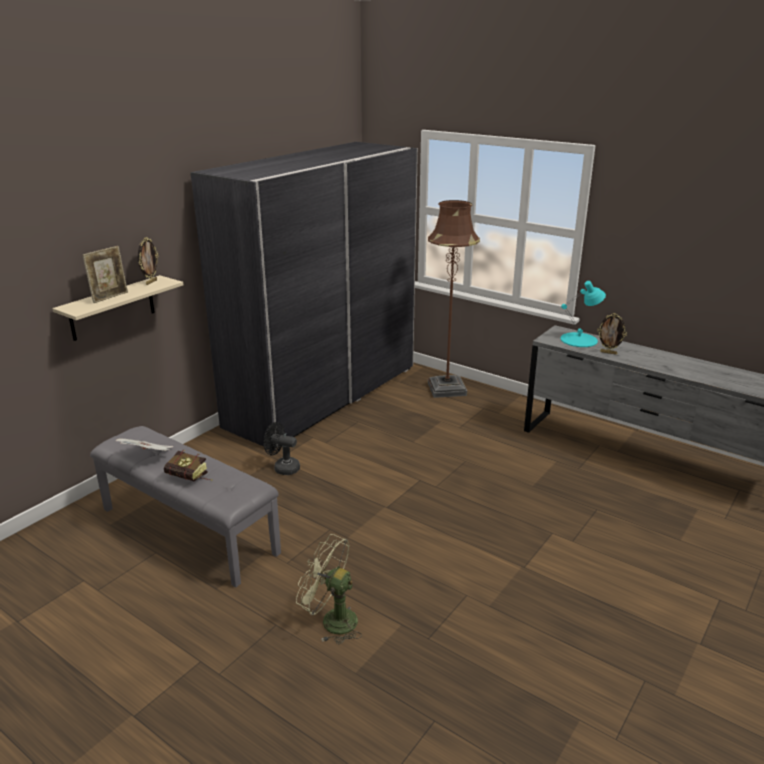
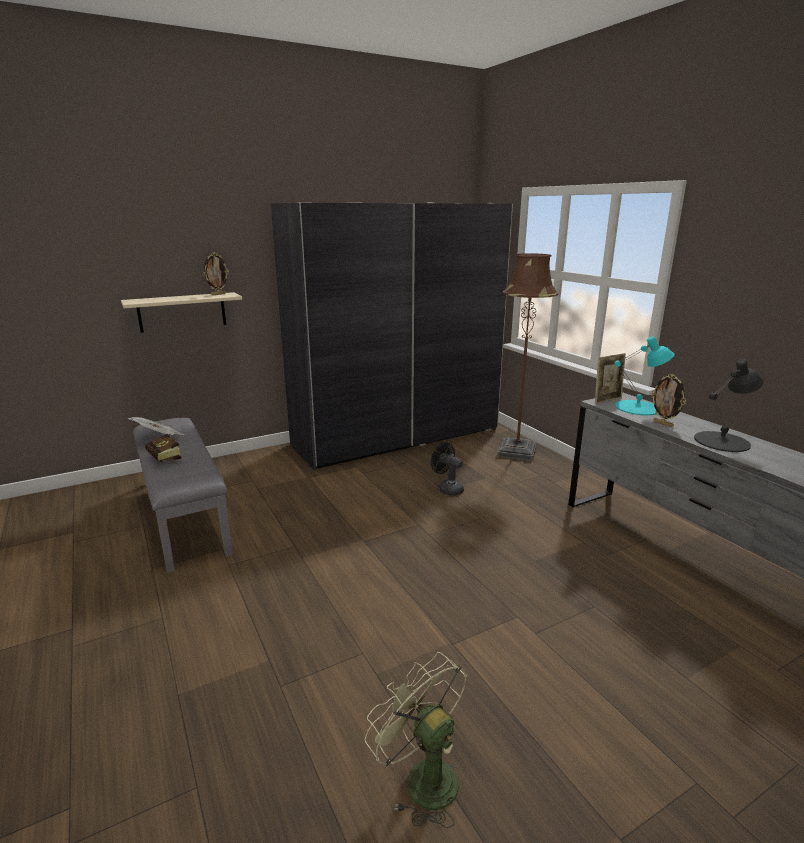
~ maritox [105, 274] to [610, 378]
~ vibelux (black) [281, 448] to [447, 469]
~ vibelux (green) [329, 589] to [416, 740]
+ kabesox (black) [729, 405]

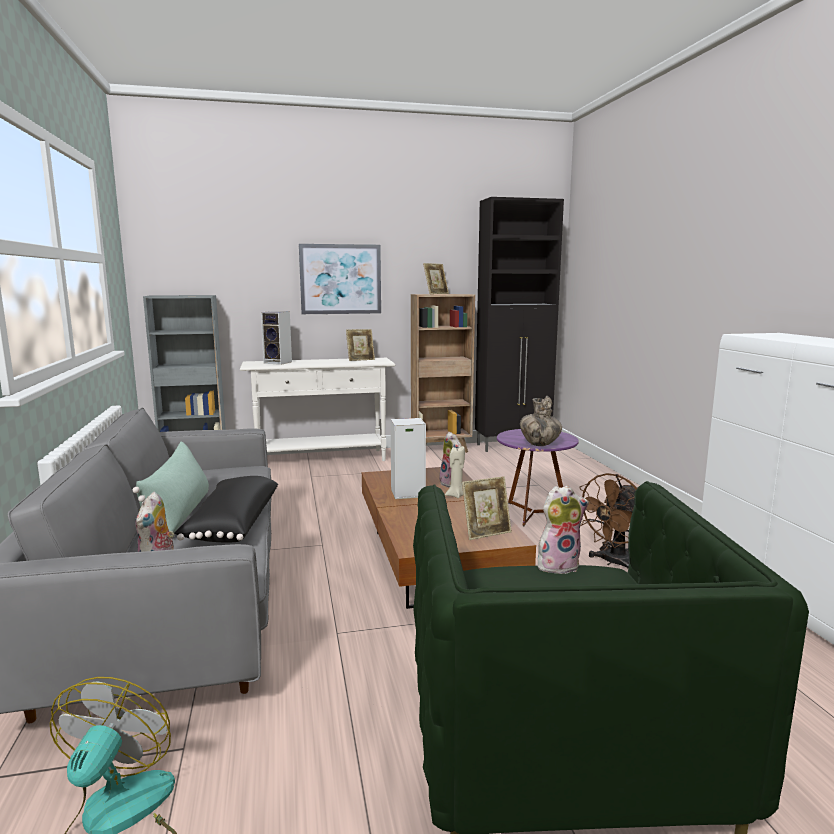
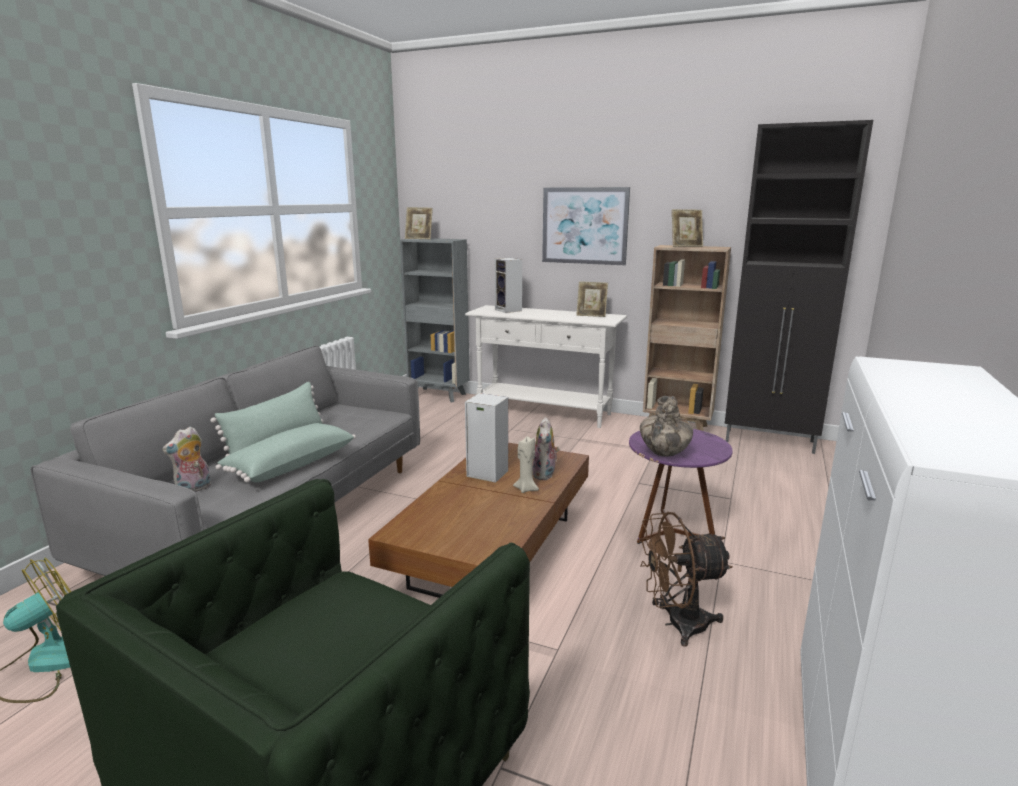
~ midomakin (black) [226, 509] to midomakin (green) [286, 453]
~ maritox [487, 508] to [419, 223]
- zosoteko [563, 530]

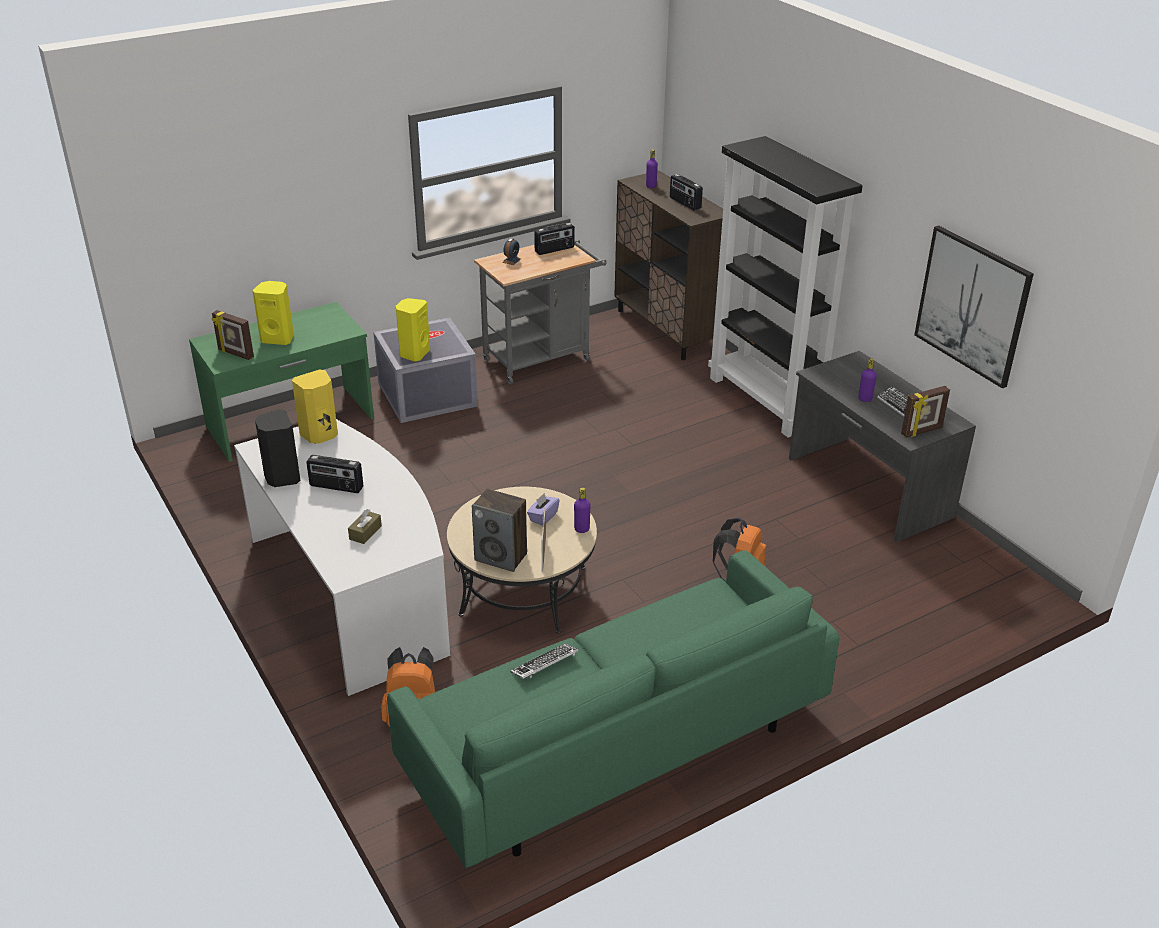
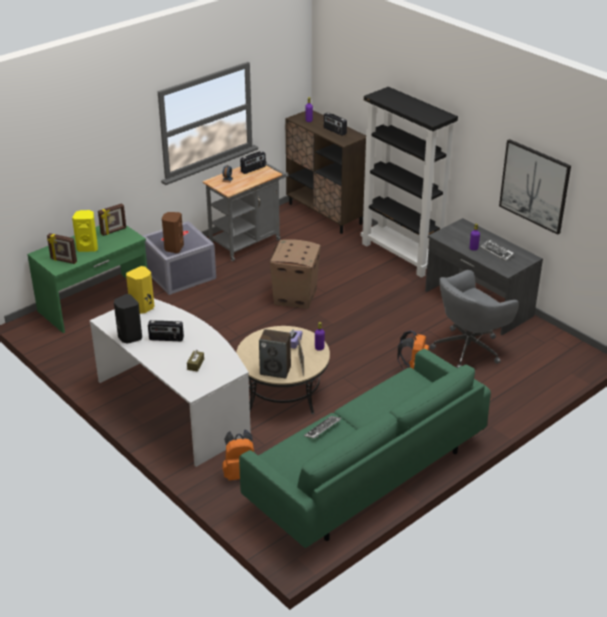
~ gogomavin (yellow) [413, 329] to gogomavin (brown) [173, 232]
~ maritox [925, 412] to [112, 219]
+ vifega [295, 274]
+ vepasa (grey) [474, 319]

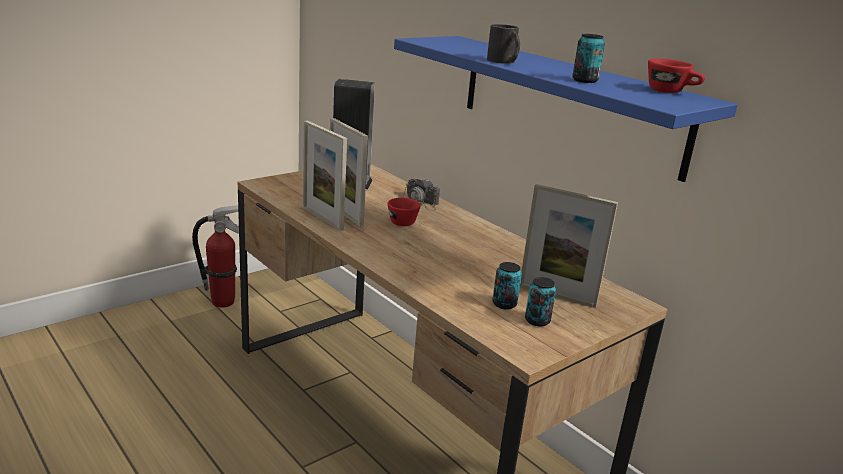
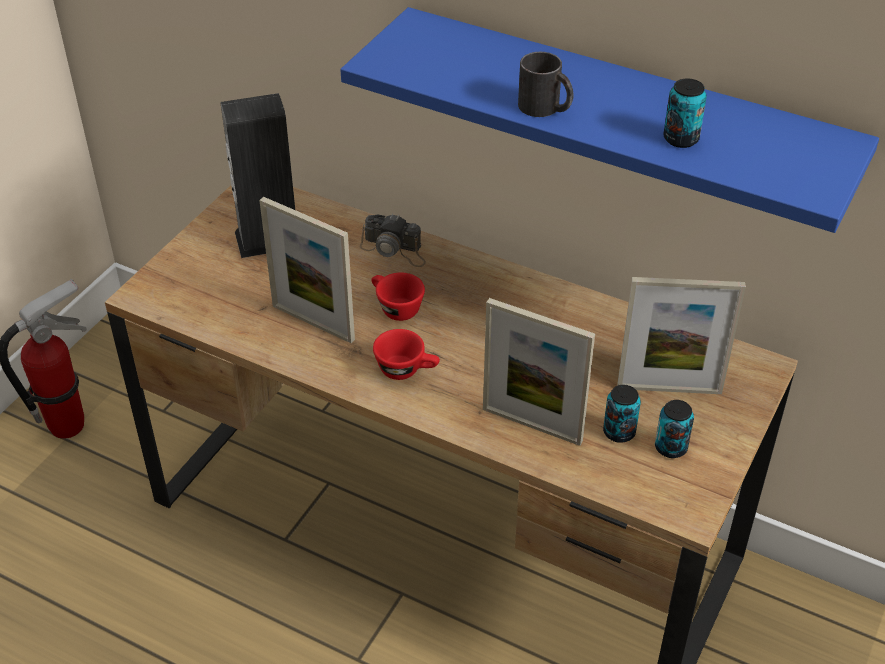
~ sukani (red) [676, 76] to [406, 354]
~ maritox [325, 176] to [539, 372]

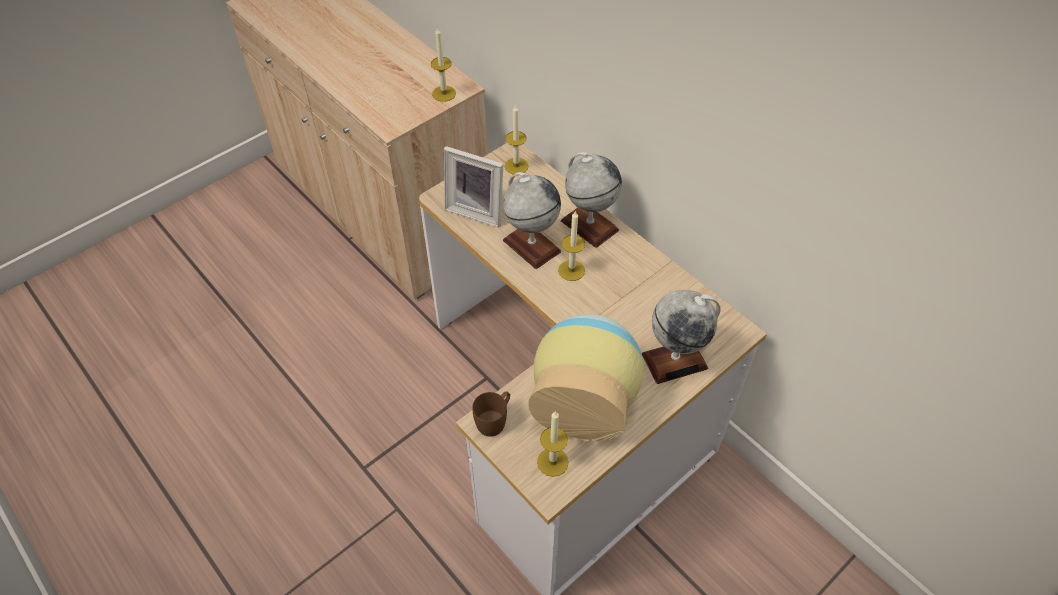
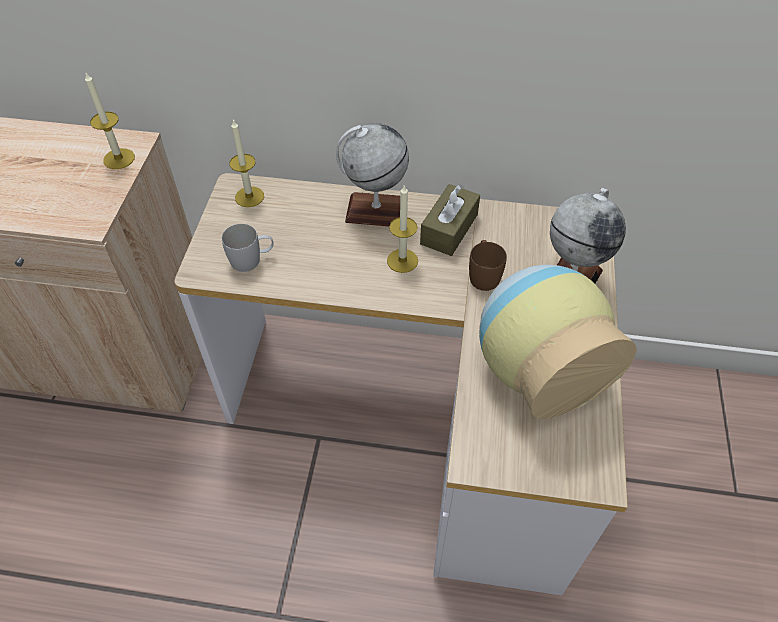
~ maritox [473, 186] to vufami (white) [248, 248]
- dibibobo [532, 220]
~ vufami (brown) [491, 413] to [488, 265]
- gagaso [553, 444]
+ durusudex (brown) [450, 220]

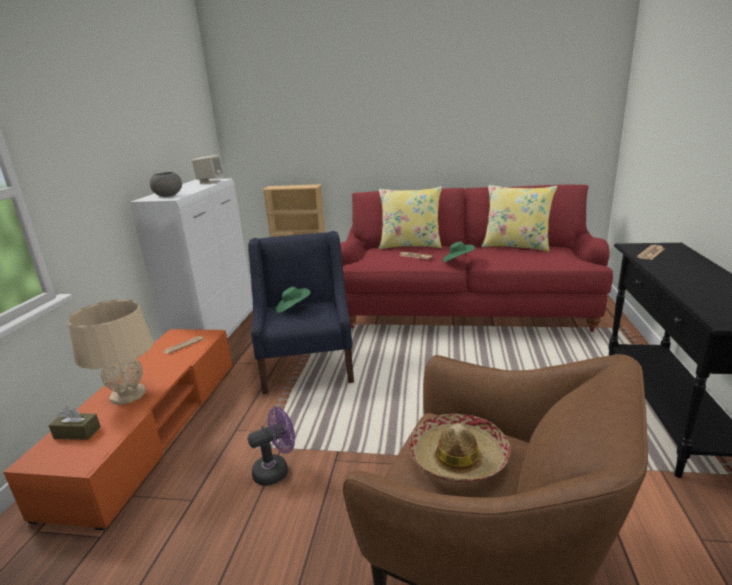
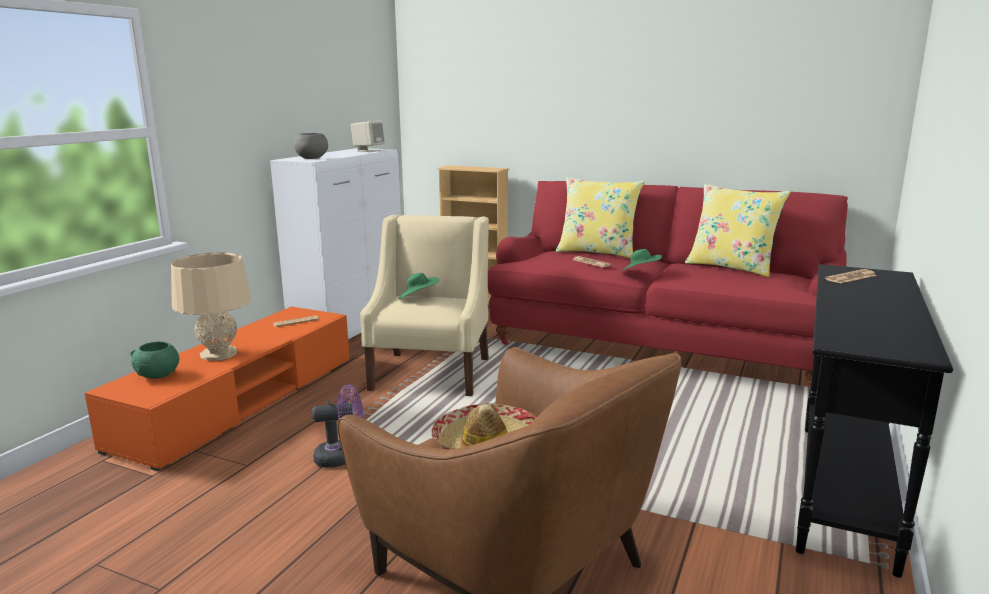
~ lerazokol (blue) [301, 312] to lerazokol (beige) [424, 305]
~ durusudex (brown) [74, 423] to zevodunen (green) [154, 360]

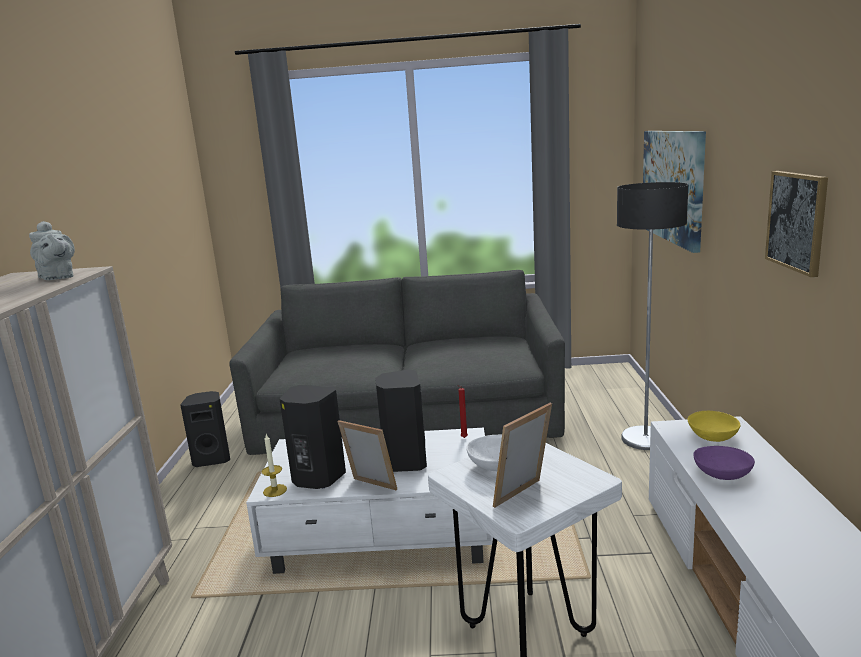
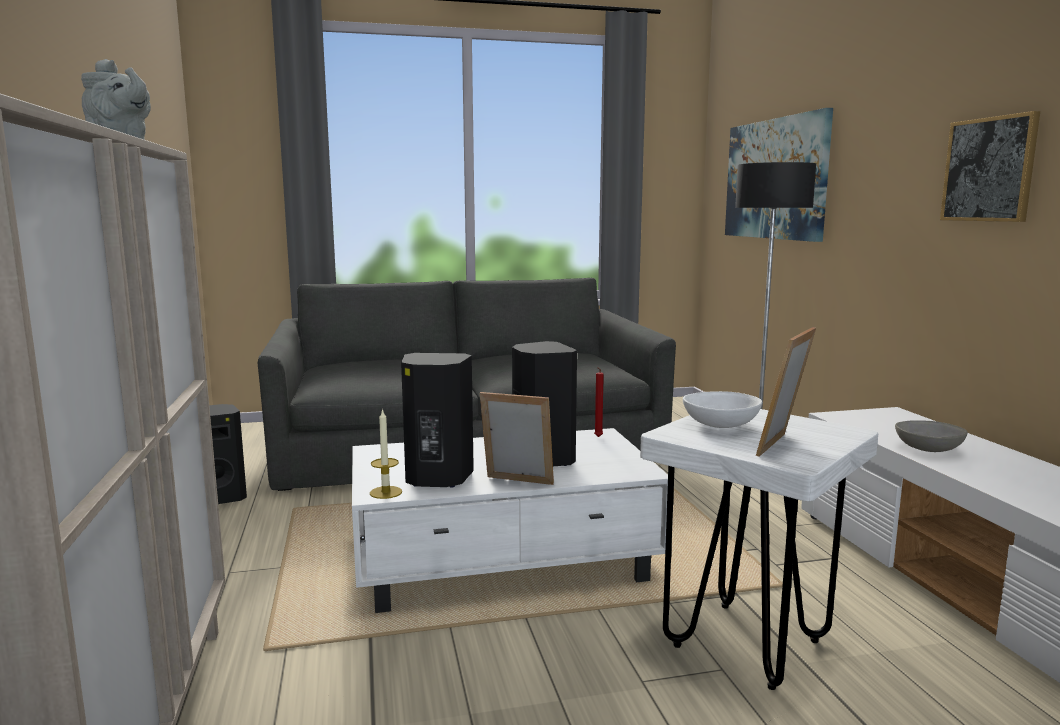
- zevodunen (yellow) [714, 426]
~ zevodunen (purple) [724, 463] to zevodunen (grey) [931, 436]

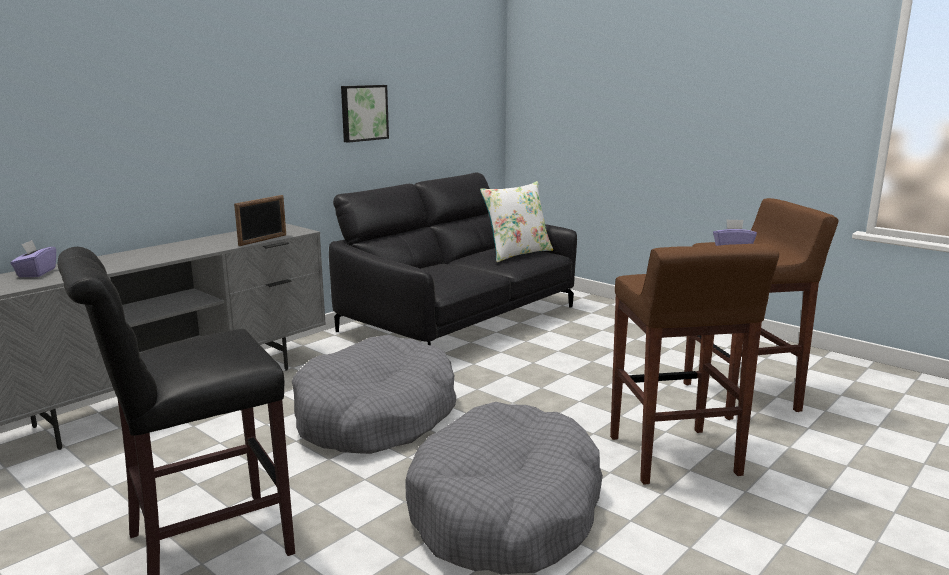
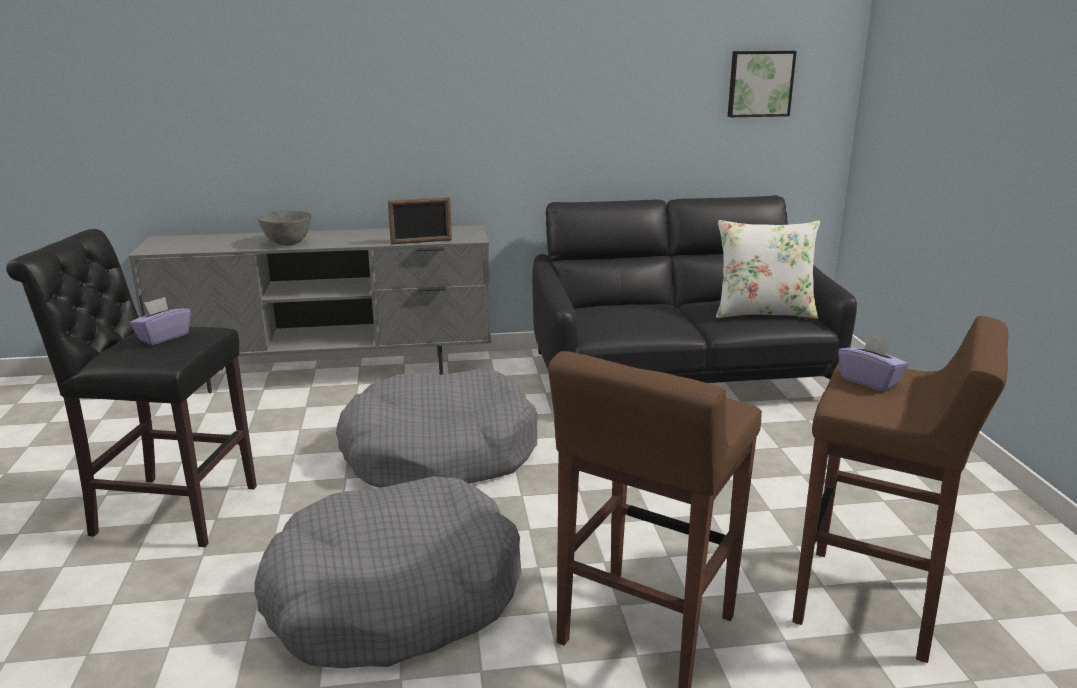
~ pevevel [365, 114] to [762, 84]
~ durusudex (purple) [33, 258] to [160, 321]
+ zevodunen (grey) [284, 228]

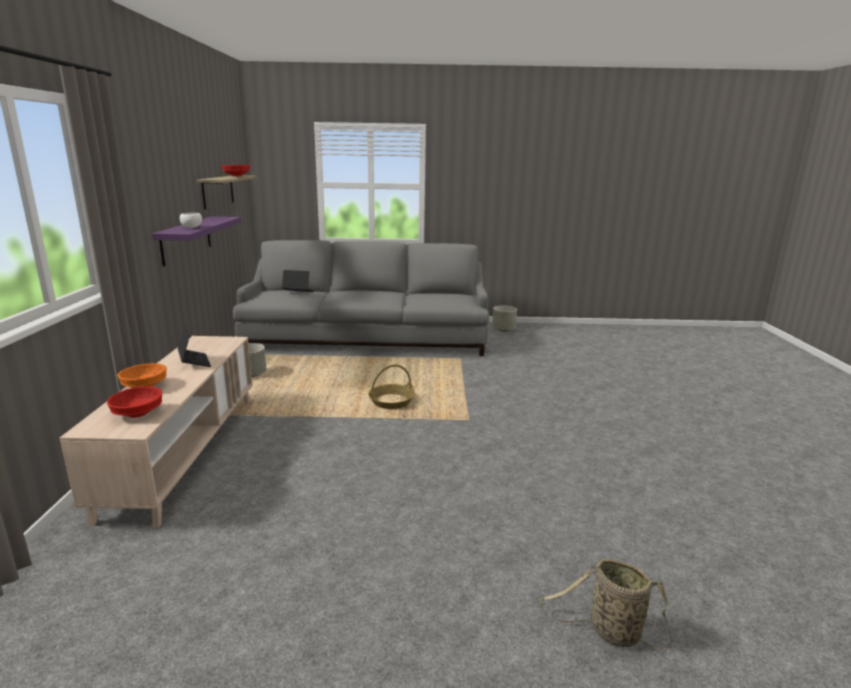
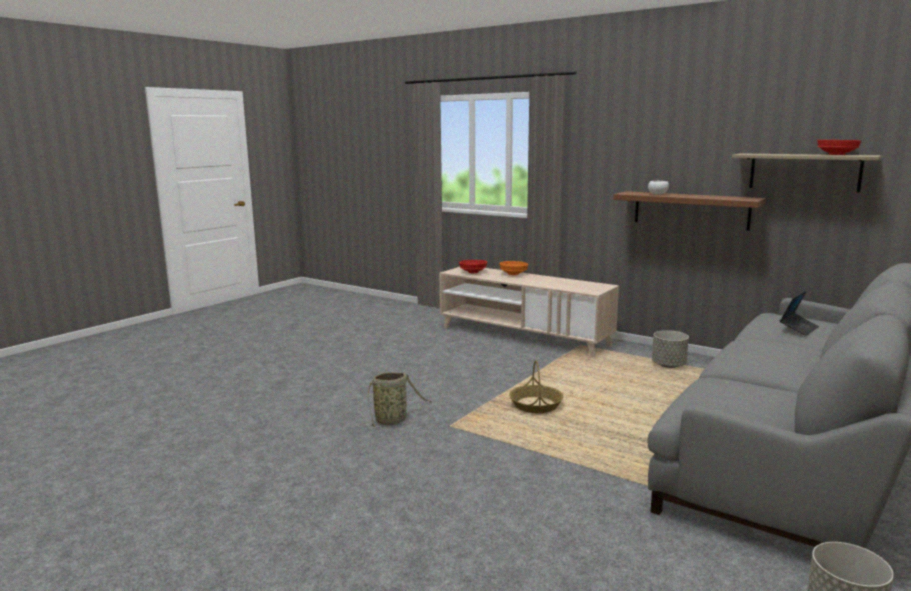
~ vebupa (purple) [197, 241] to vebupa (brown) [689, 211]
- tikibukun [194, 345]
~ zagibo [606, 604] to [396, 399]

